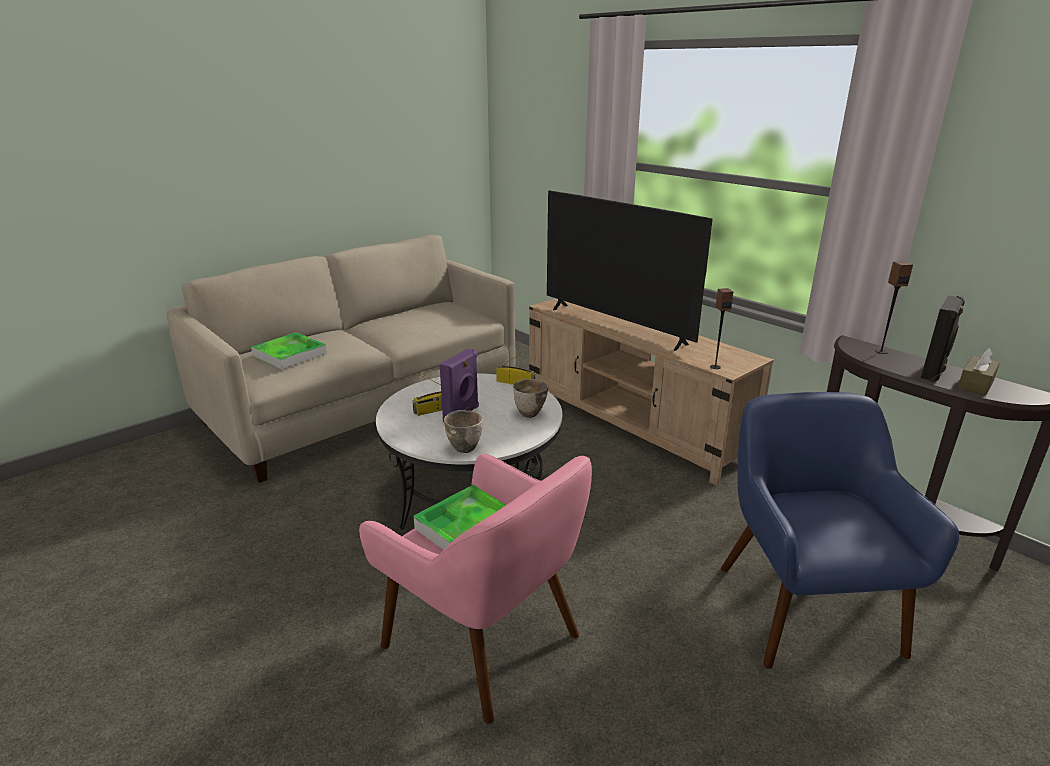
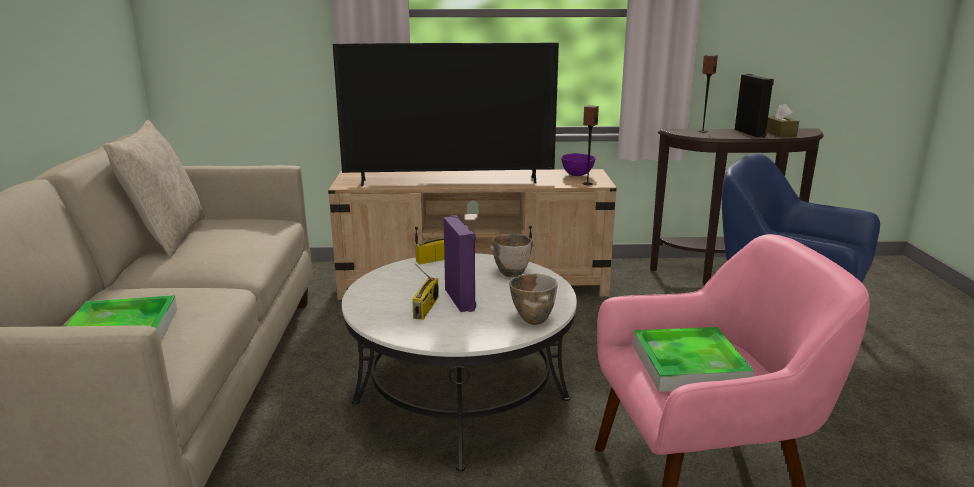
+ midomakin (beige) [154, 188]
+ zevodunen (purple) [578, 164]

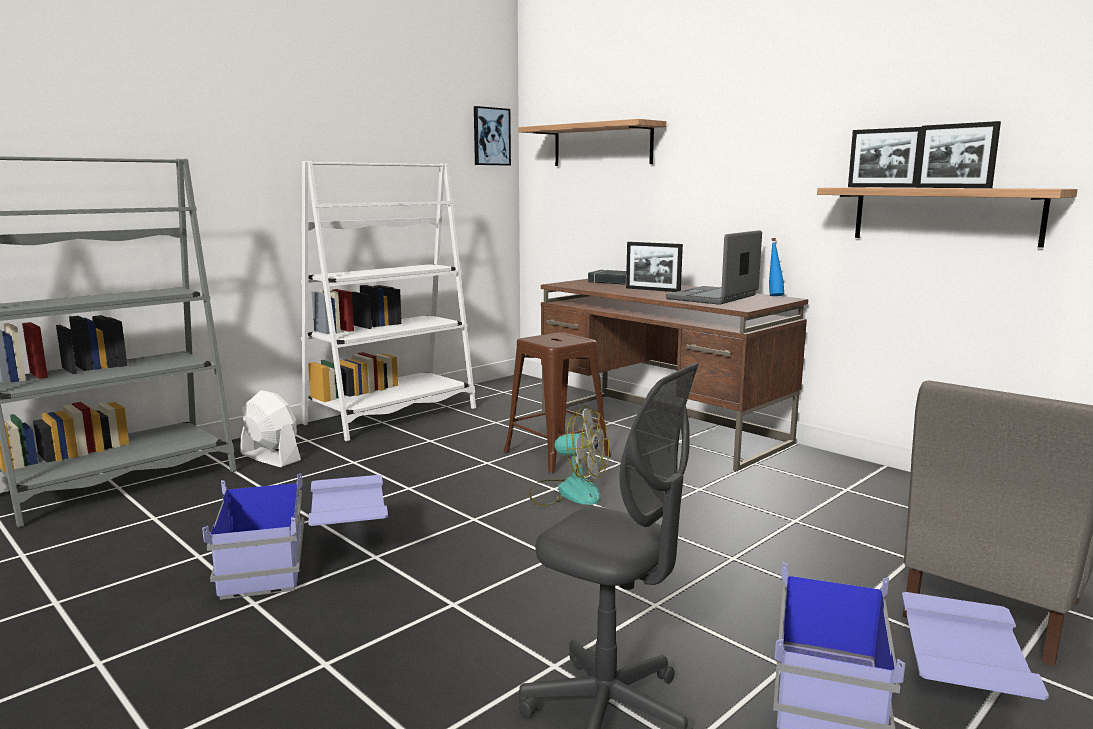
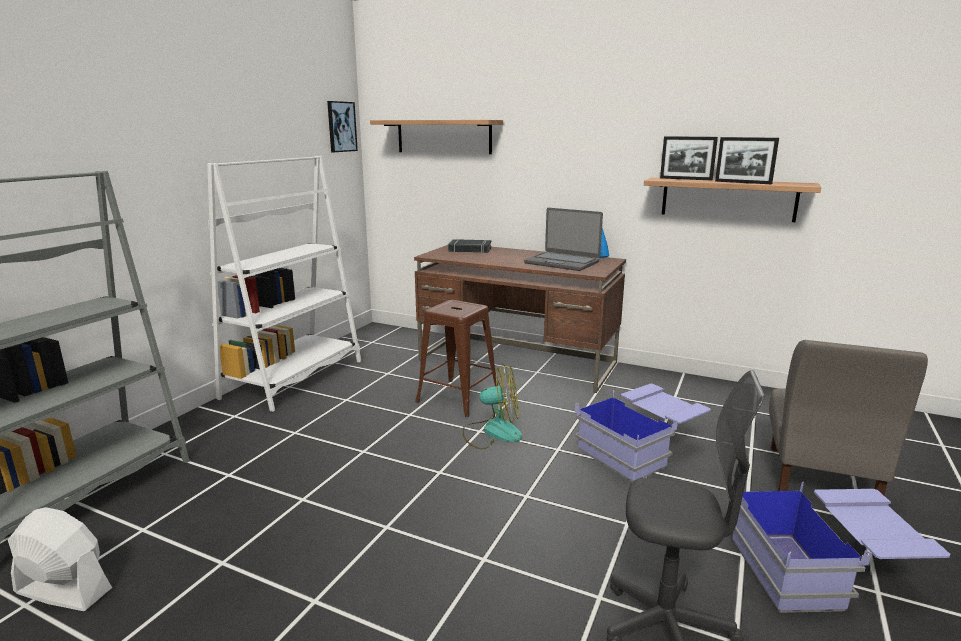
~ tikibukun [714, 267] = [563, 239] 75 degrees counterclockwise
- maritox [654, 267]
~ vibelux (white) [270, 428] to [60, 559]
~ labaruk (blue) [295, 536] to [643, 433]

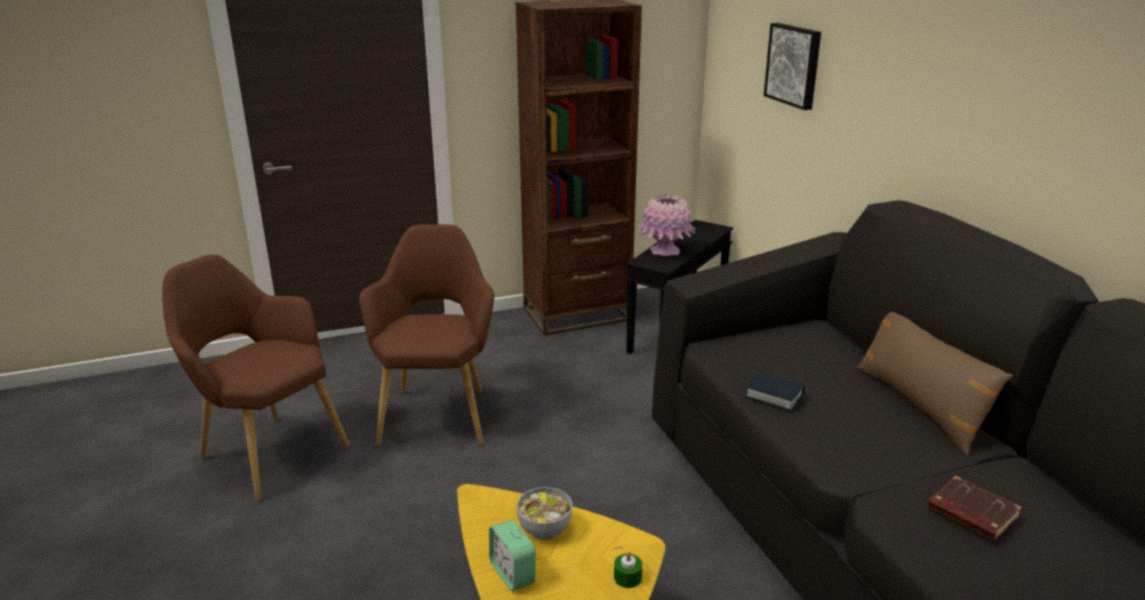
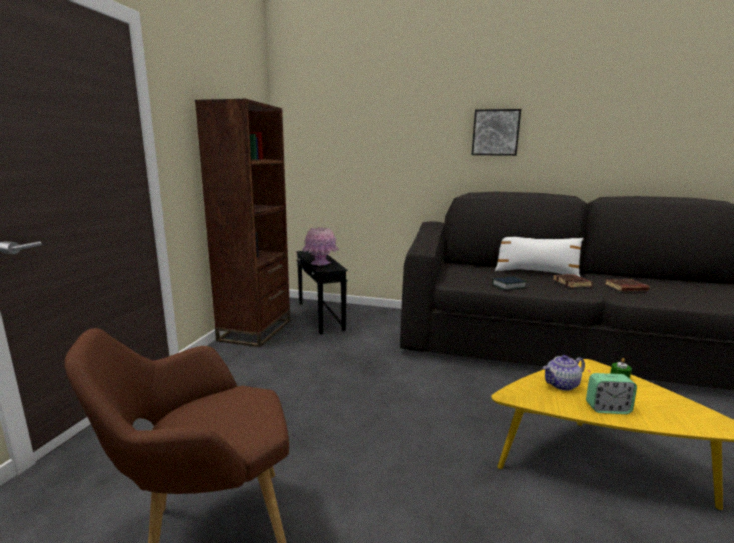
~ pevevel [792, 66] to [496, 132]
- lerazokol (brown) [426, 334]
~ midomakin (brown) [935, 384] to midomakin (white) [539, 257]
~ zevodunen [544, 513] to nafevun [564, 373]
+ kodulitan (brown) [573, 281]

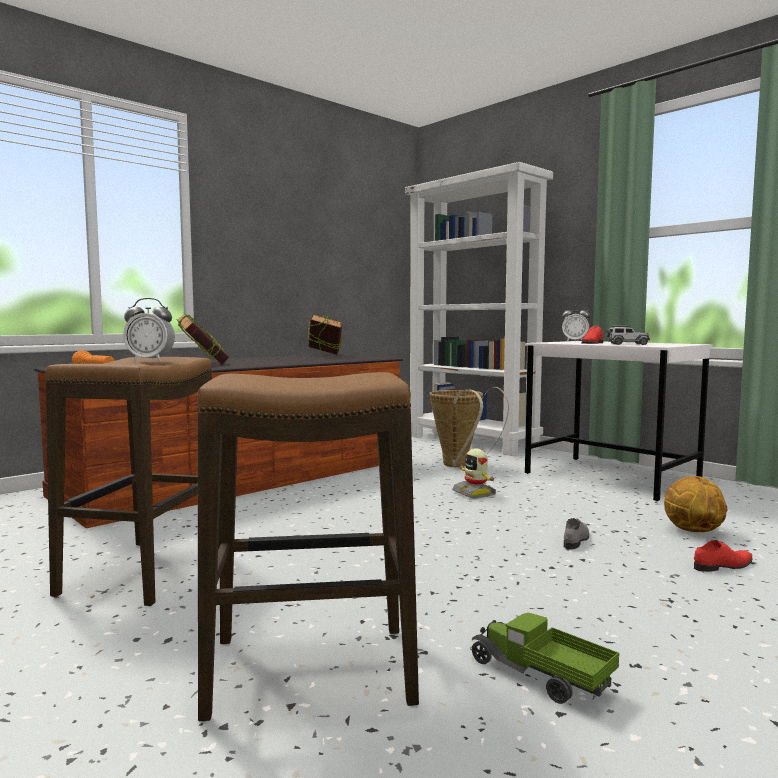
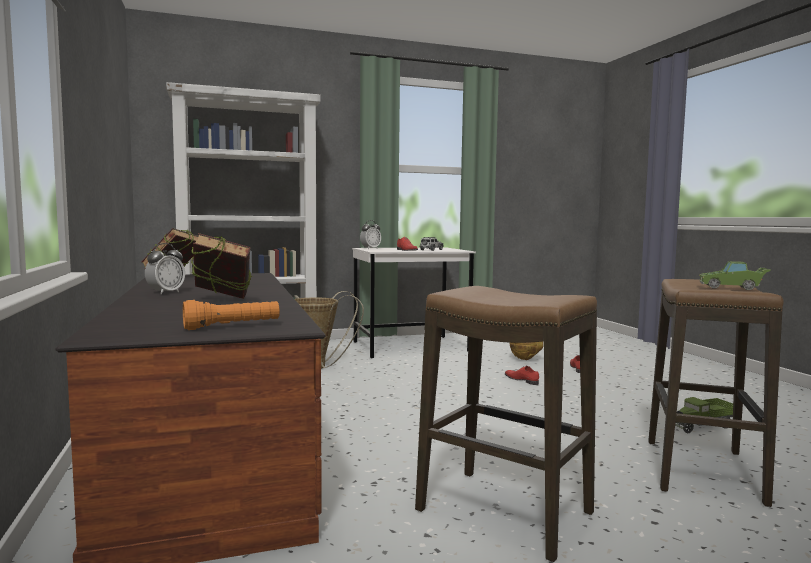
~ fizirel [149, 329] to [165, 269]
- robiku [474, 473]
~ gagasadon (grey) [576, 534] to gagasadon (red) [522, 375]
+ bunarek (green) [735, 275]

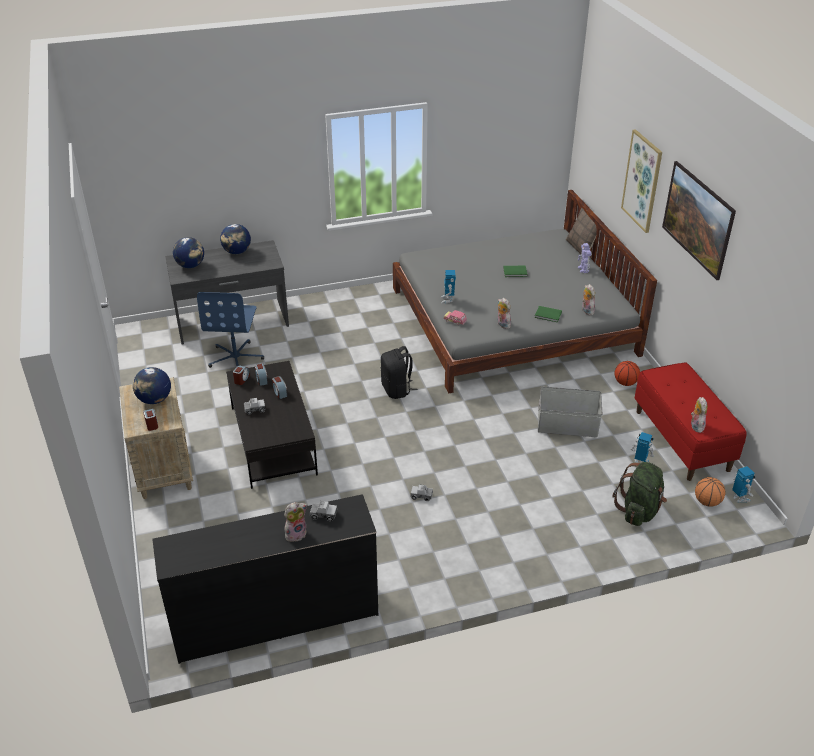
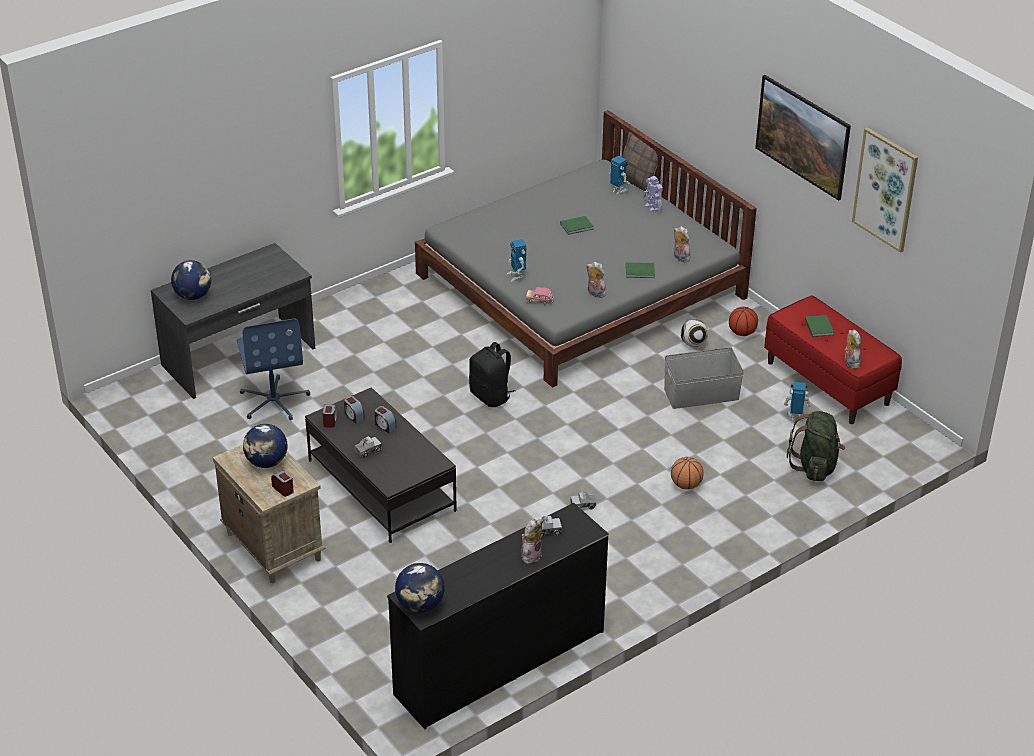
~ pevevel [641, 181] to [885, 190]
~ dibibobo [235, 239] to [420, 588]
~ robiku [744, 484] to [619, 175]
~ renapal [710, 492] to [687, 473]
+ kodulitan (green) [819, 326]
+ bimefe [694, 333]

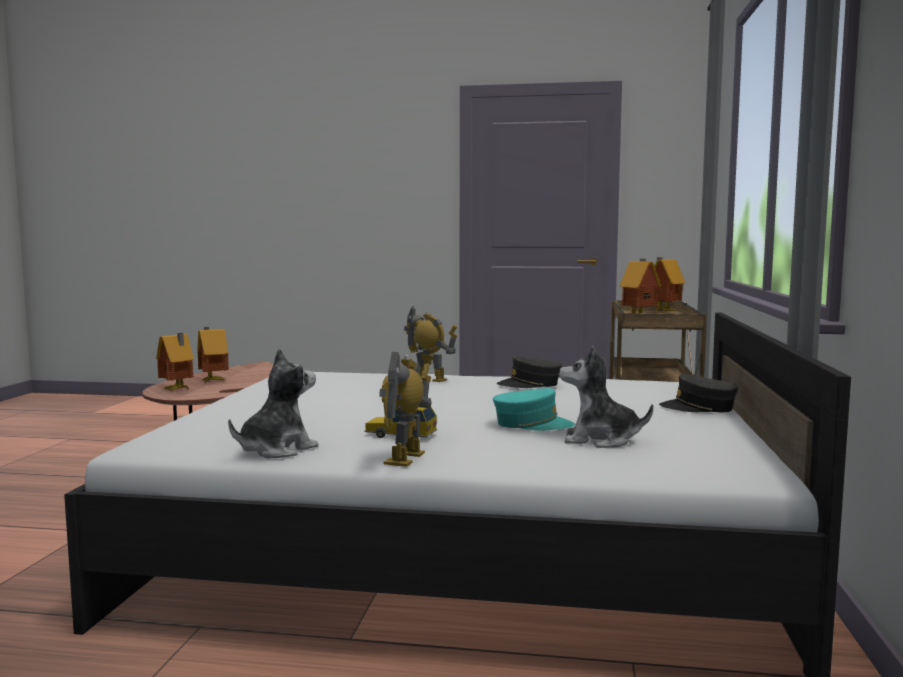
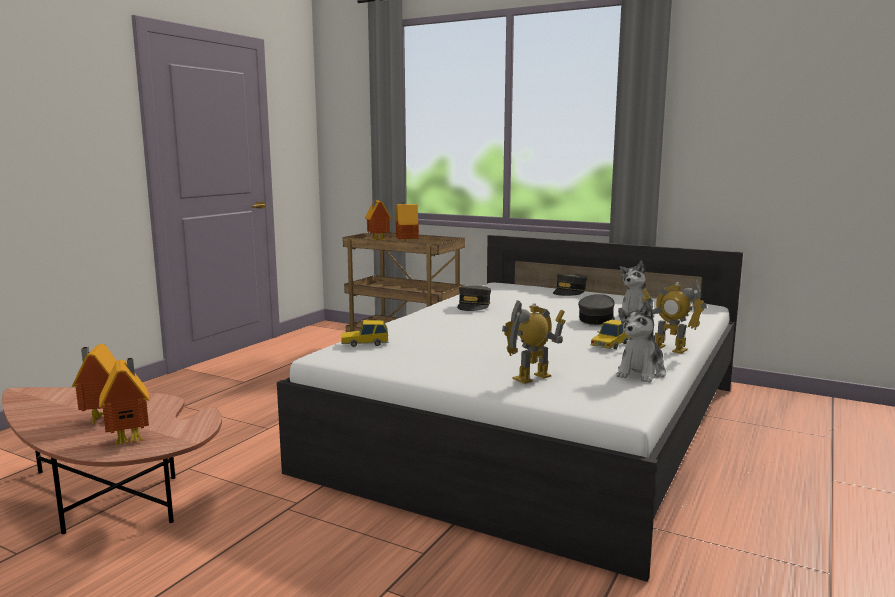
~ robiku [430, 344] to [534, 342]
~ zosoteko [273, 403] = [641, 342] 120 degrees counterclockwise
~ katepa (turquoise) [534, 409] to katepa (grey) [596, 309]
+ bunarek [364, 333]

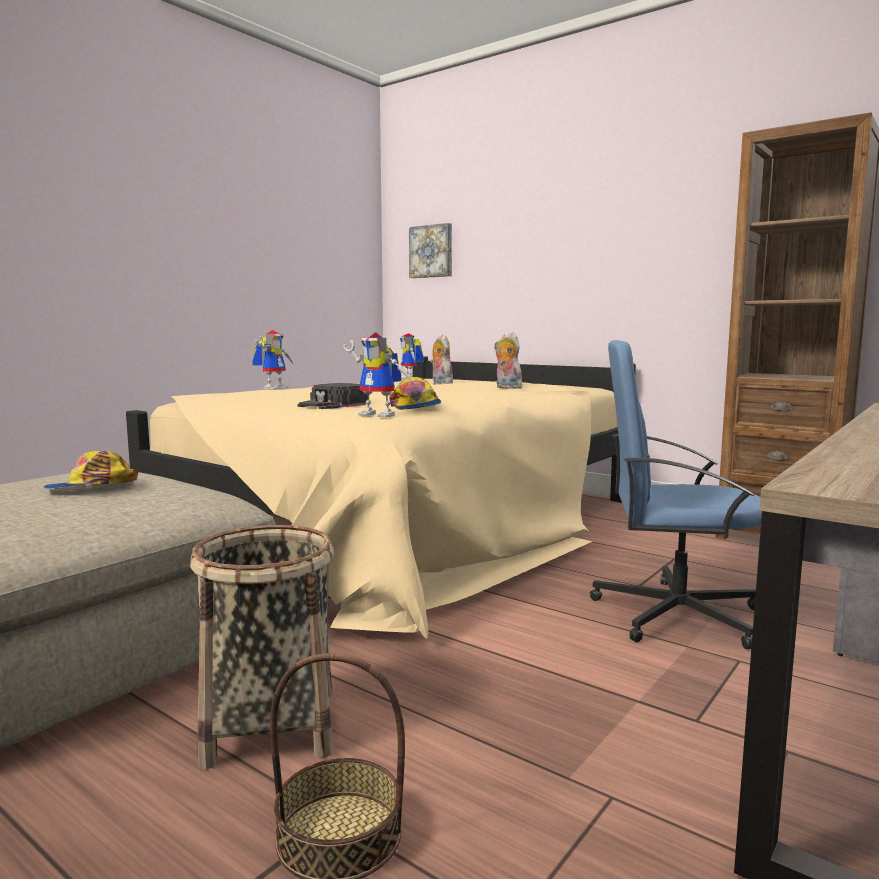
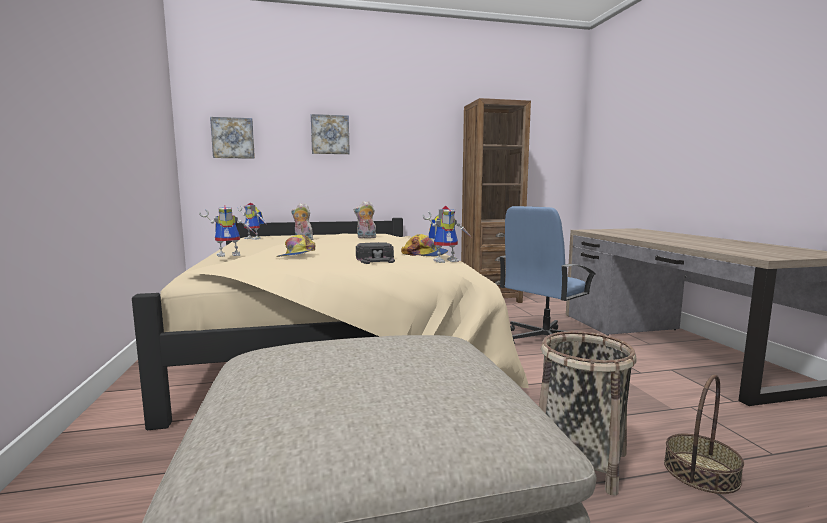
~ robiku [272, 360] = [227, 232] 90 degrees clockwise
~ katepa [90, 470] to [295, 246]
+ pevevel [330, 134]

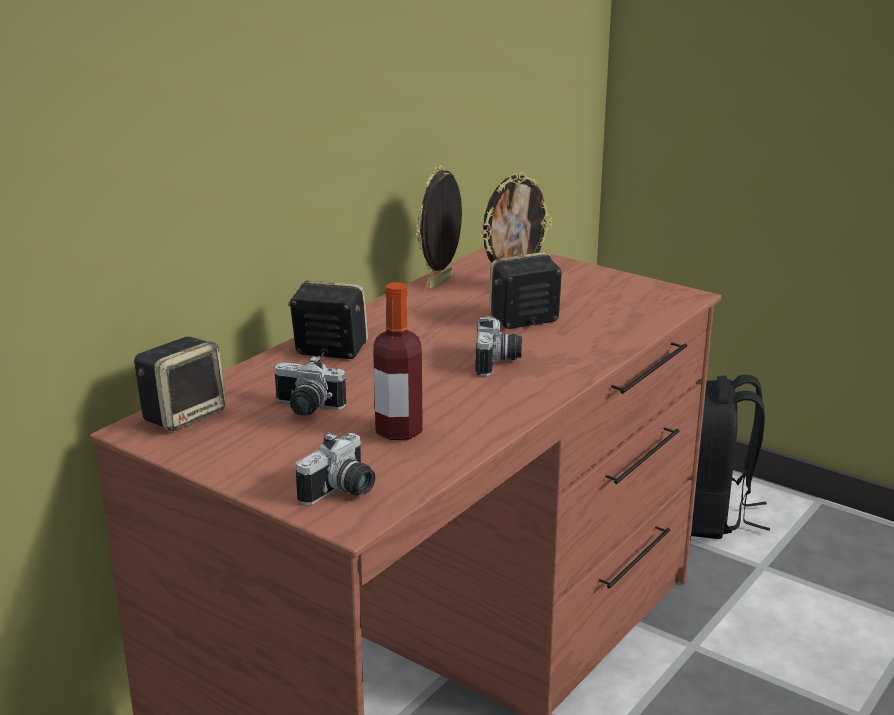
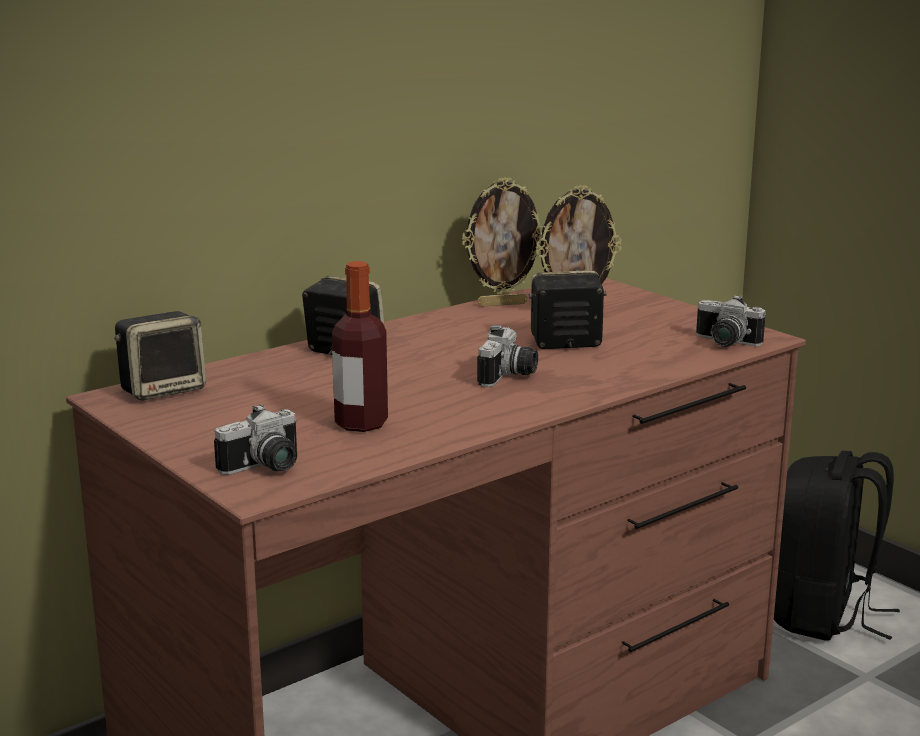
~ maritox [438, 227] = [502, 242] 150 degrees counterclockwise
~ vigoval [310, 386] to [731, 321]

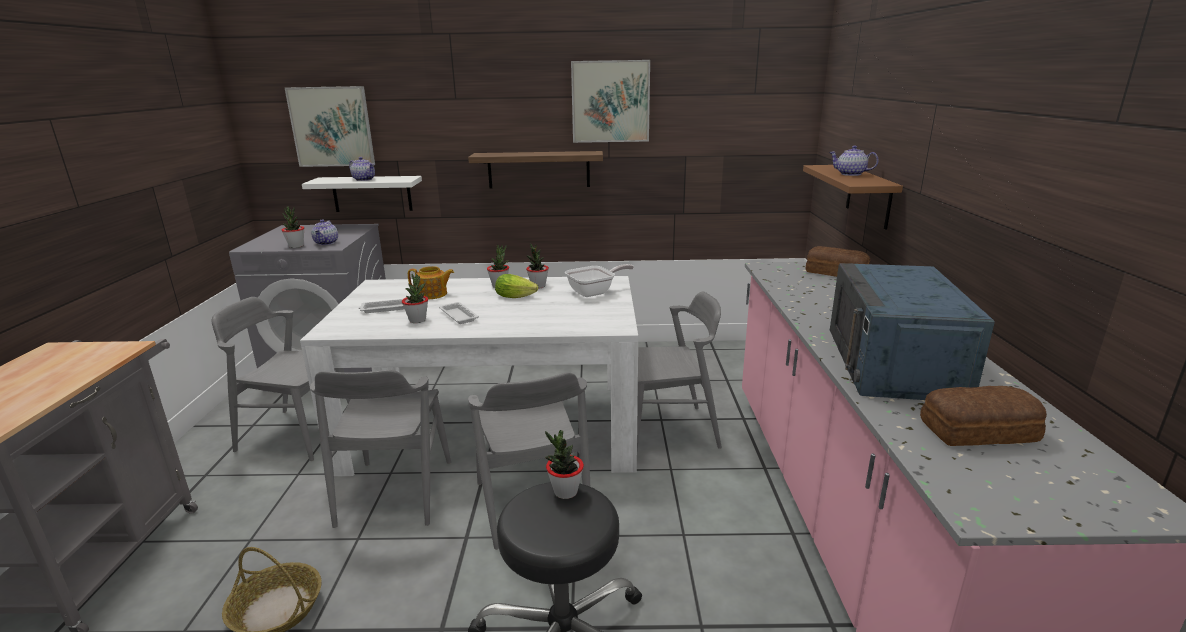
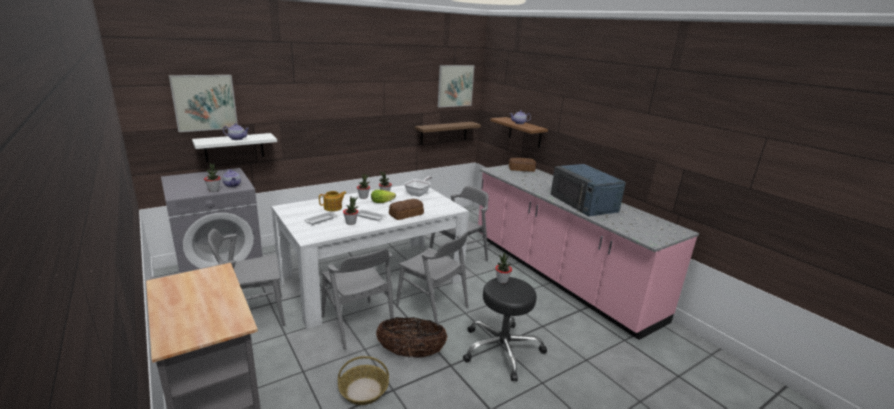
~ pevevel [610, 101] to [456, 86]
~ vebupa [535, 170] to [448, 133]
~ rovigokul [983, 416] to [406, 209]
+ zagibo [411, 337]

